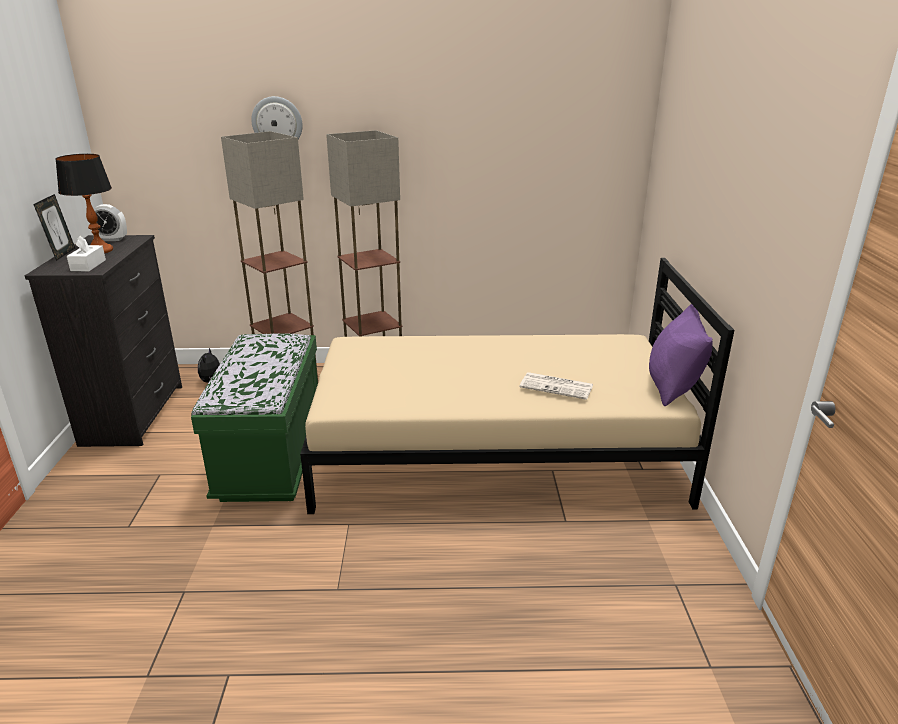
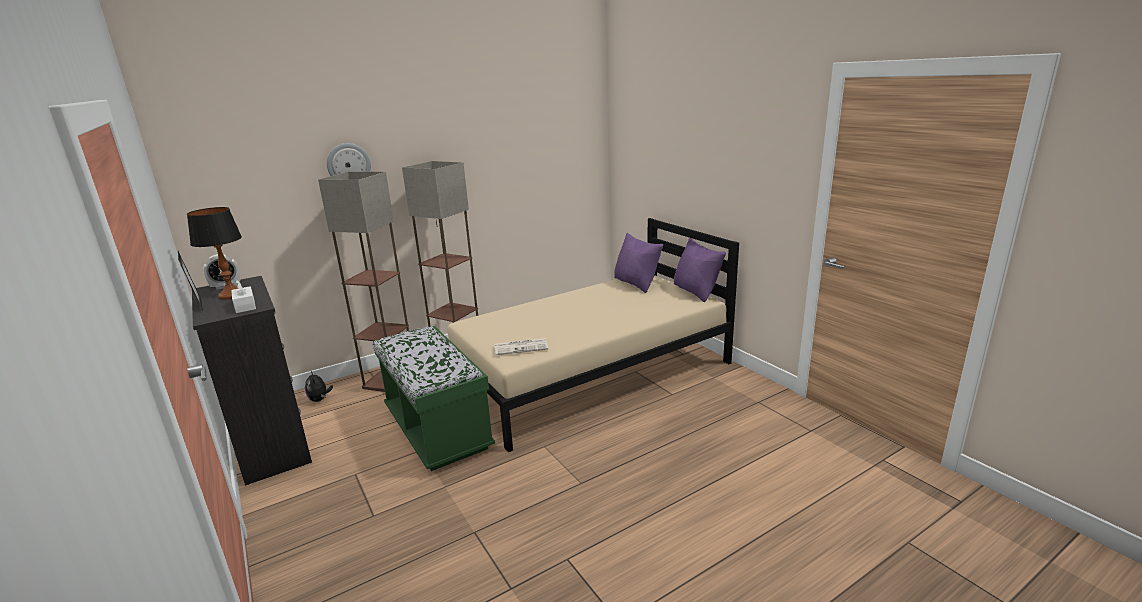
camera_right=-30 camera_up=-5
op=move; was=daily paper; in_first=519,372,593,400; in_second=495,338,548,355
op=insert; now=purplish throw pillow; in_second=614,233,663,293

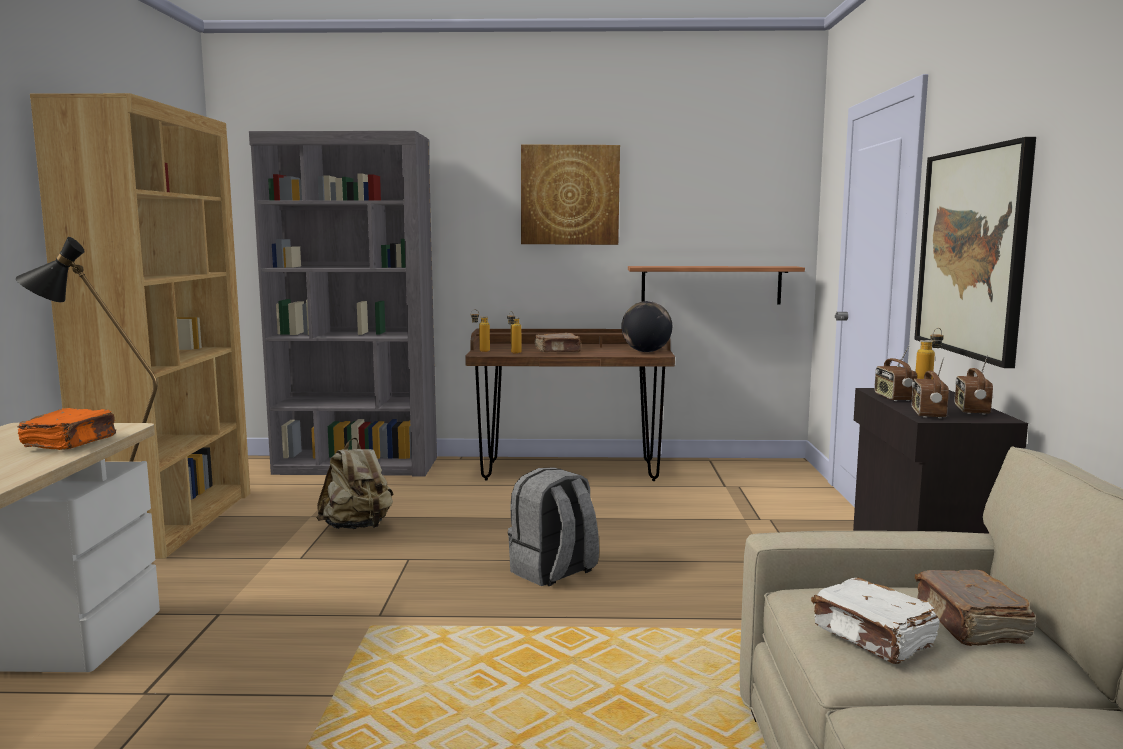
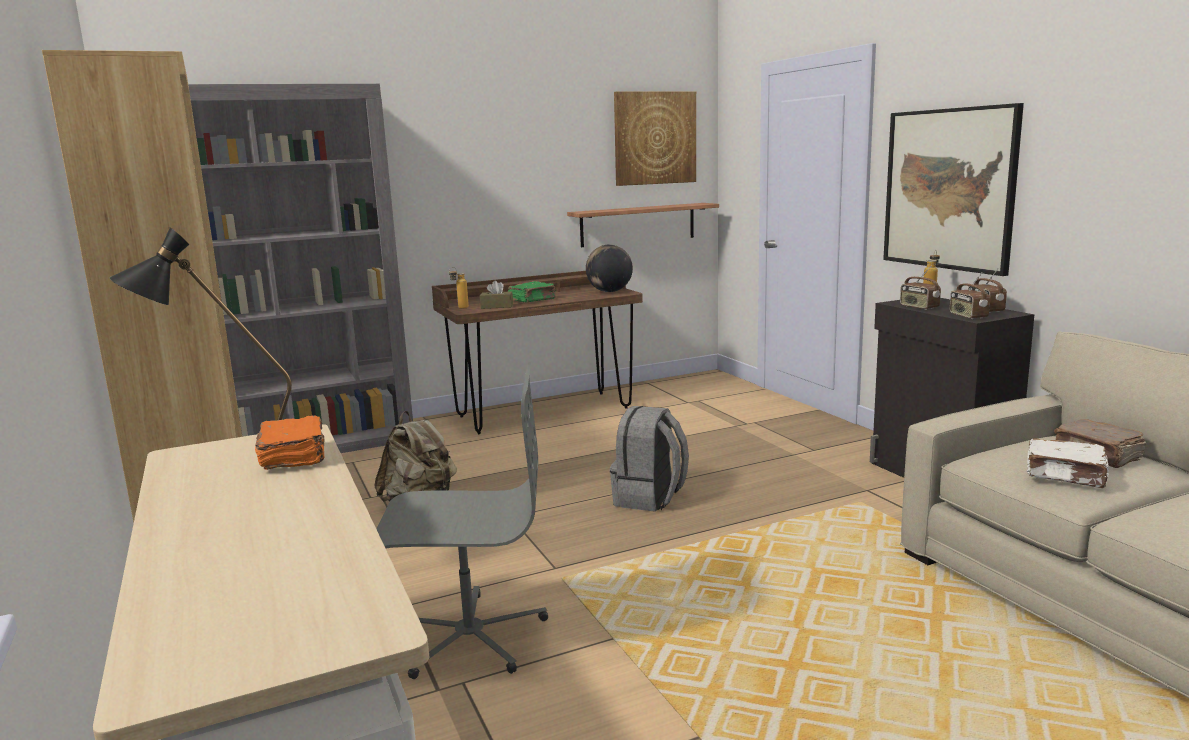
camera_right=-25 camera_up=5
op=insert; now=gray desk chair; in_second=377,362,548,679
op=replace; was=drink bottle; now=brown-coloured tissue holder; in_first=507,311,522,353; in_second=480,281,513,309
op=recolor; was=brown-coloured book; now=greenish book; in_first=535,333,582,352; in_second=508,281,556,302
op=move; was=wall picture; in_first=521,144,620,245; in_second=614,91,696,186

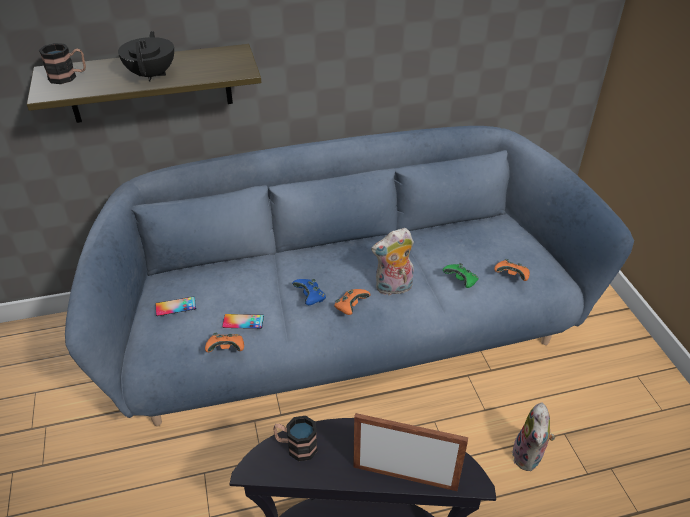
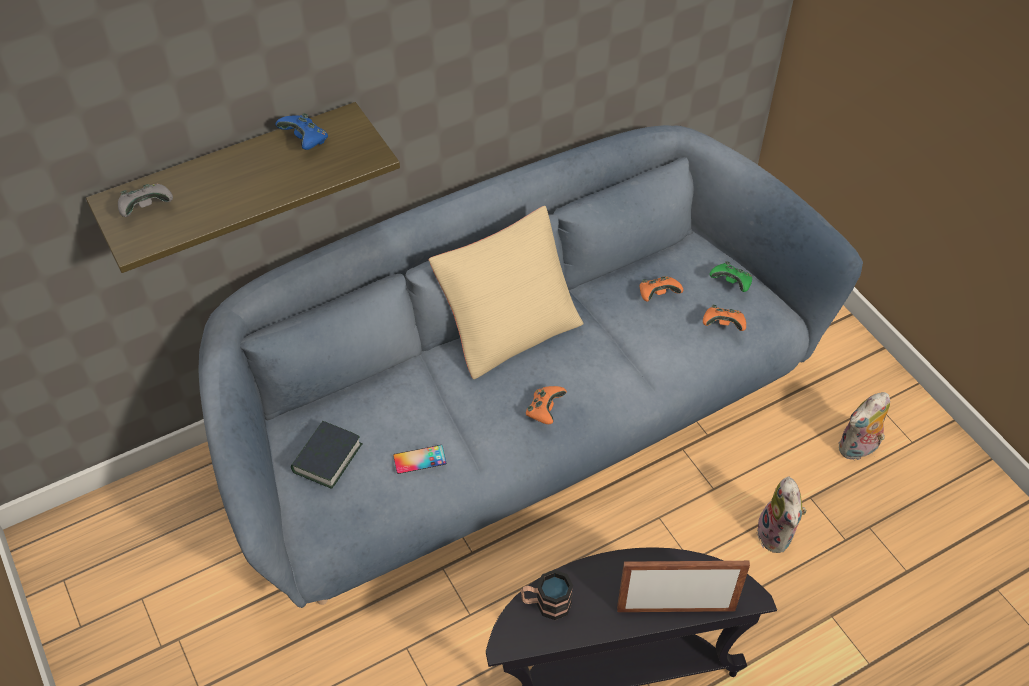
camera_right=-15 camera_up=10
op=replace; was=coffee mug; now=gray gamepad; in_first=39,43,86,84; in_second=118,183,173,217
op=move; was=blue-coloured gamepad; in_first=292,279,326,305; in_second=276,113,328,150
op=replace; was=telephone; now=book; in_first=156,296,196,316; in_second=291,421,363,489
op=insert; now=sand-coloured throw pillow; in_second=429,206,583,379
op=move; was=orange-coloured gamepad; in_first=205,333,244,352; in_second=640,276,683,302
op=move; was=greenish gamepad; in_first=443,263,478,288; in_second=709,261,752,292
op=move; was=cuddly toy; in_first=371,228,414,296; in_second=838,392,890,460
op=delete; was=black pot for tea; in_first=118,31,174,81

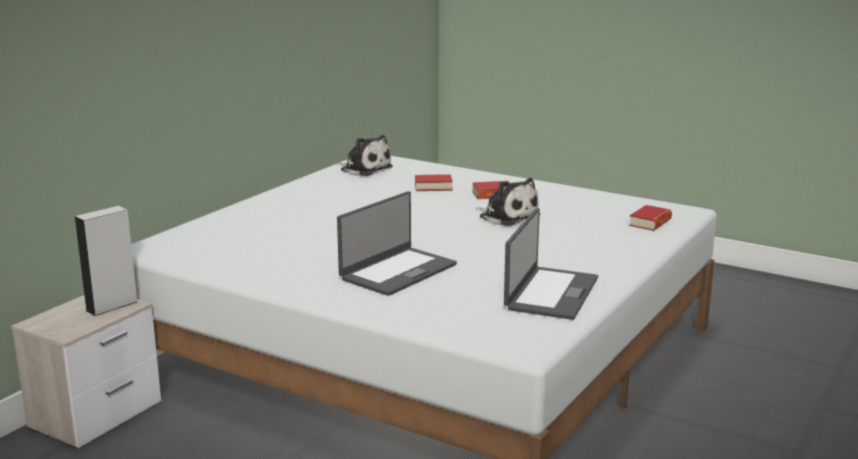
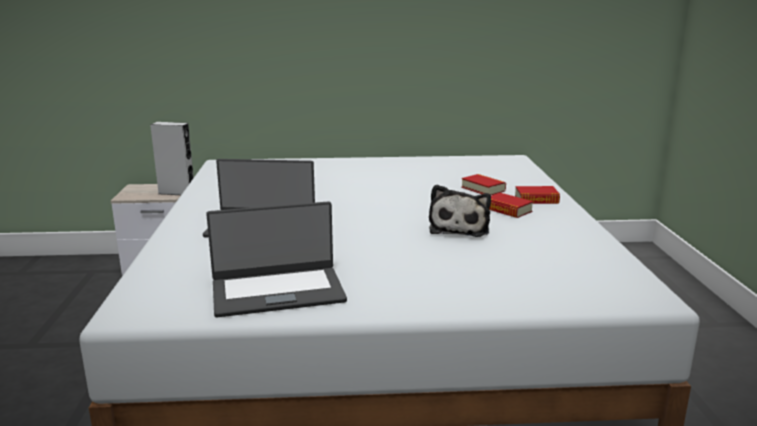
camera_right=55 camera_up=0
op=move; was=book; in_first=629,205,672,231; in_second=515,186,560,204
op=delete; was=cuddly toy; in_first=336,135,393,176

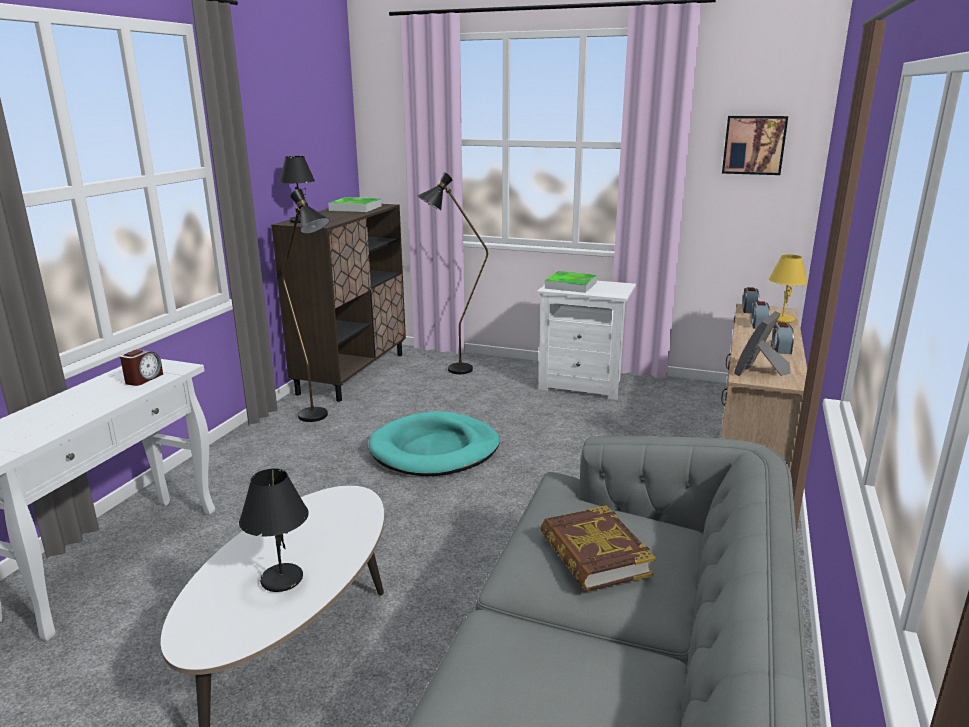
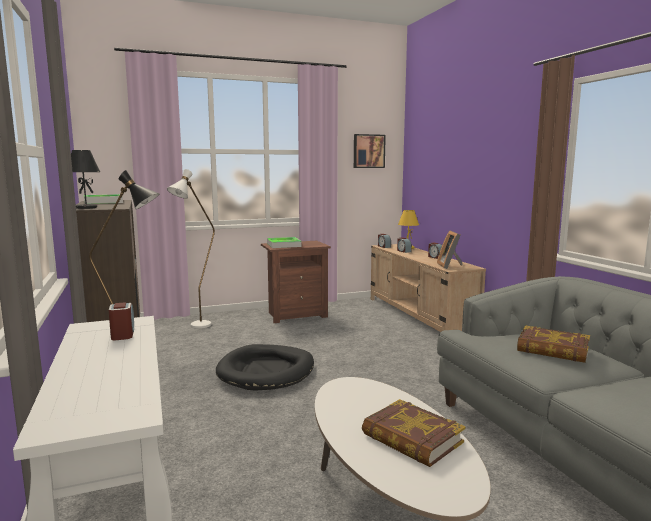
camera_right=-40 camera_up=-10
op=recolor; was=black floor lamp; now=whitish floor lamp; in_first=417,172,488,374; in_second=167,169,215,329
op=recolor; was=blue-green dog bed; now=black dog bed; in_first=369,411,500,476; in_second=216,344,314,391
op=recolor; was=whitish nightstand; now=brown-coloured nightstand; in_first=537,281,636,400; in_second=261,241,331,323
op=replace; was=black lamp for a table; now=book; in_first=239,469,309,592; in_second=362,399,466,467

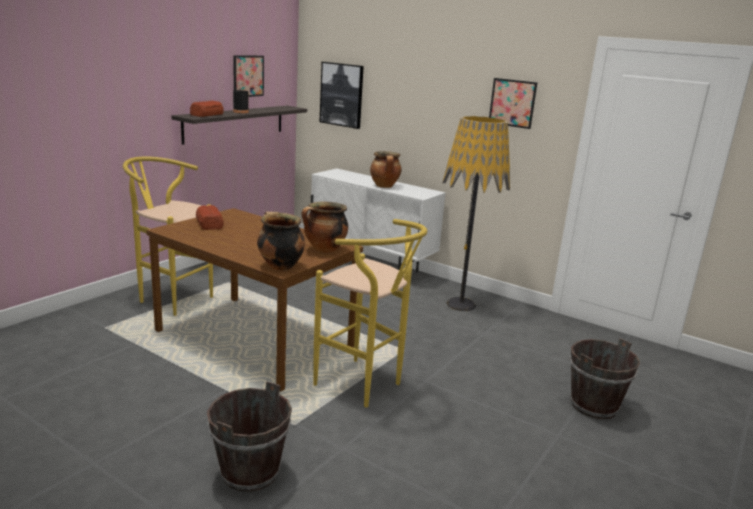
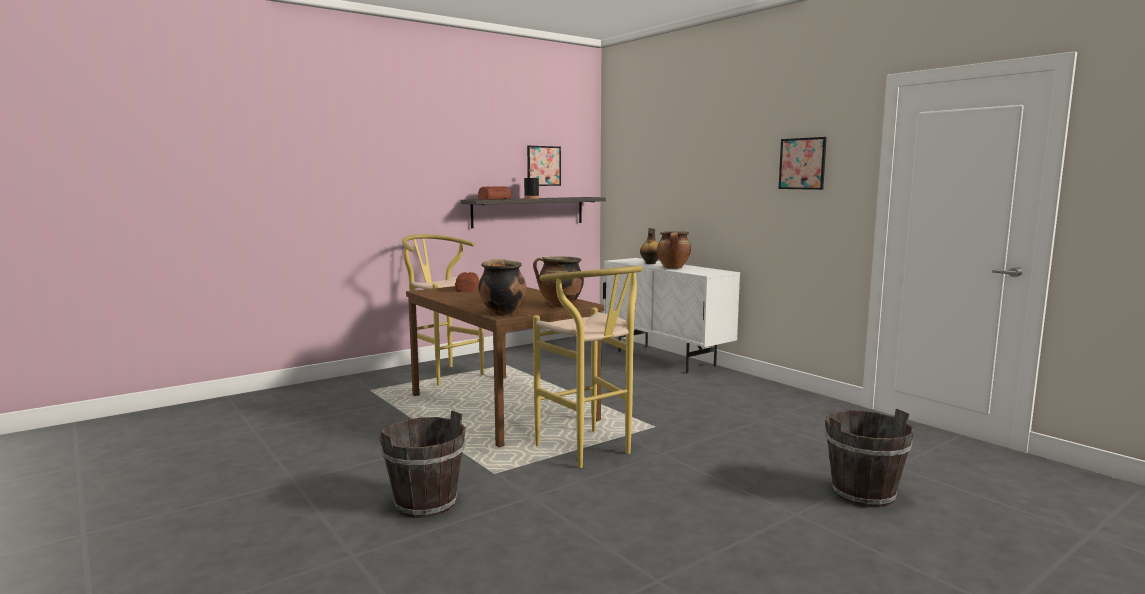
camera_right=20 camera_up=-10
op=insert; now=drink bottle; in_second=640,228,659,264
op=delete; was=wall picture; in_first=320,62,364,129
op=delete; was=floor lamp; in_first=442,116,510,311

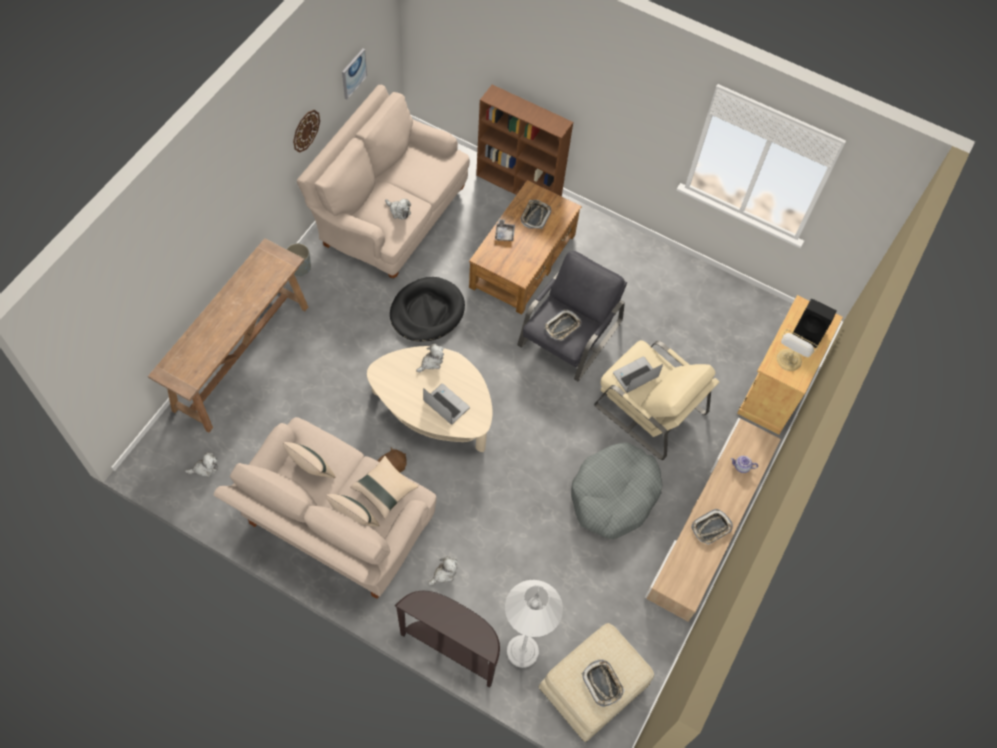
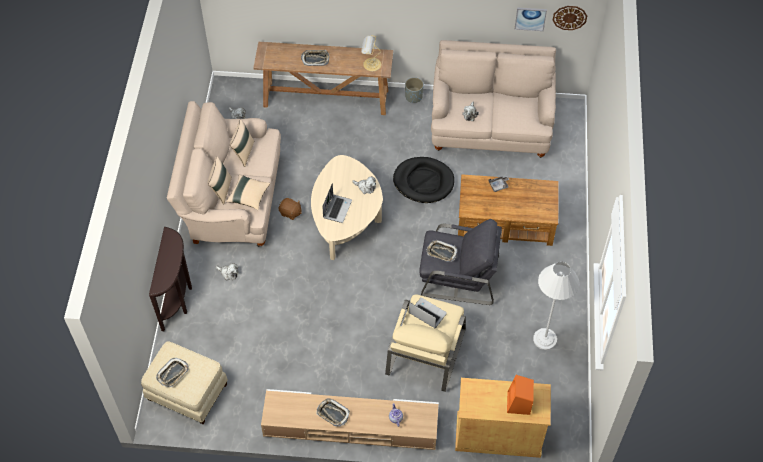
camera_right=70 camera_up=-5
op=move; was=serving tray; in_first=521,200,551,229; in_second=301,50,329,66
op=move; was=lamp for a table; in_first=777,329,818,371; in_second=361,35,381,71
op=recolor; was=black audio speaker; now=orange-coloured audio speaker; in_first=793,299,836,348; in_second=507,375,534,415
op=move; was=whitish floor lamp; in_first=505,580,563,668; in_second=533,261,580,350
op=move; was=hanging clock; in_first=293,110,320,152; in_second=553,6,587,30
op=delete; was=brown-coloured bookshelf; in_first=476,85,573,196
op=delete; was=gray dog bed; in_first=571,443,663,539

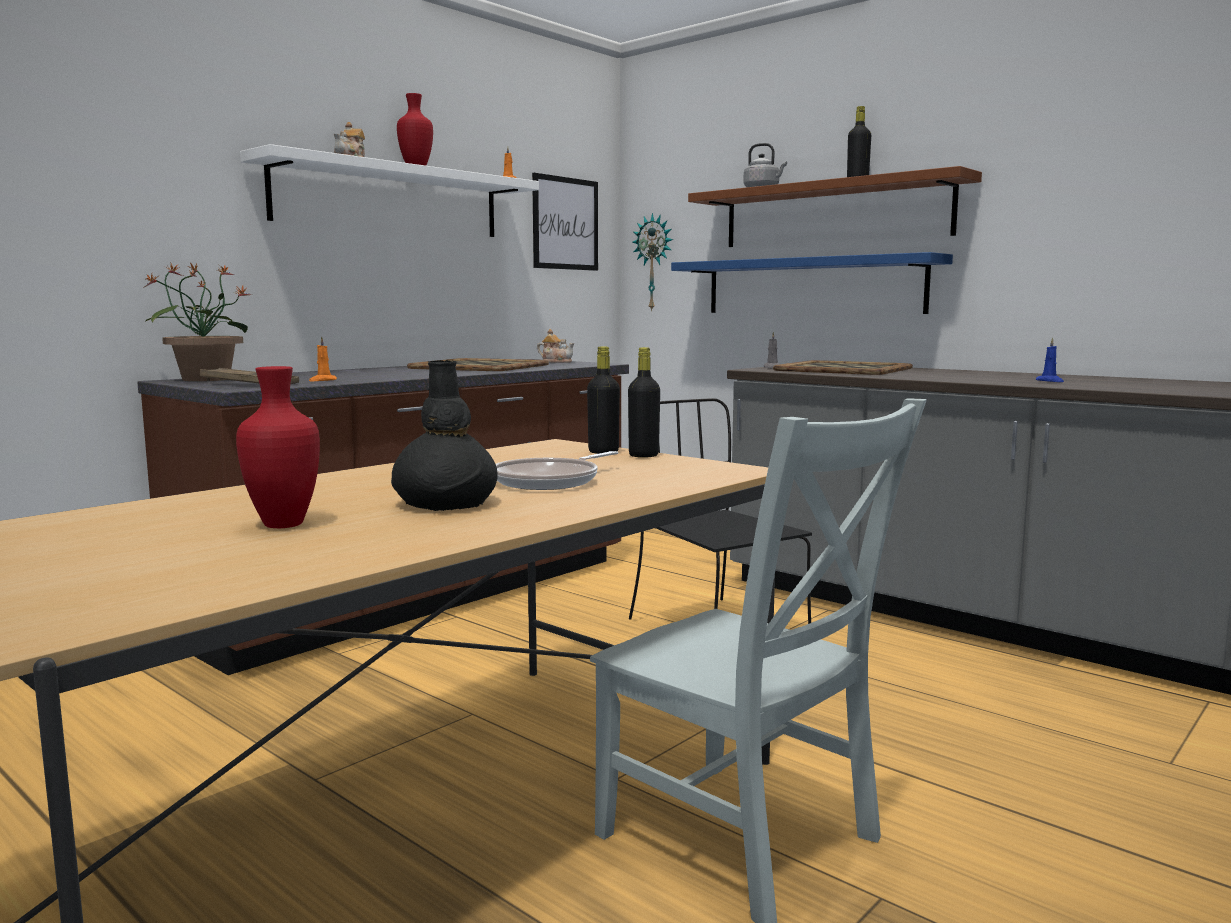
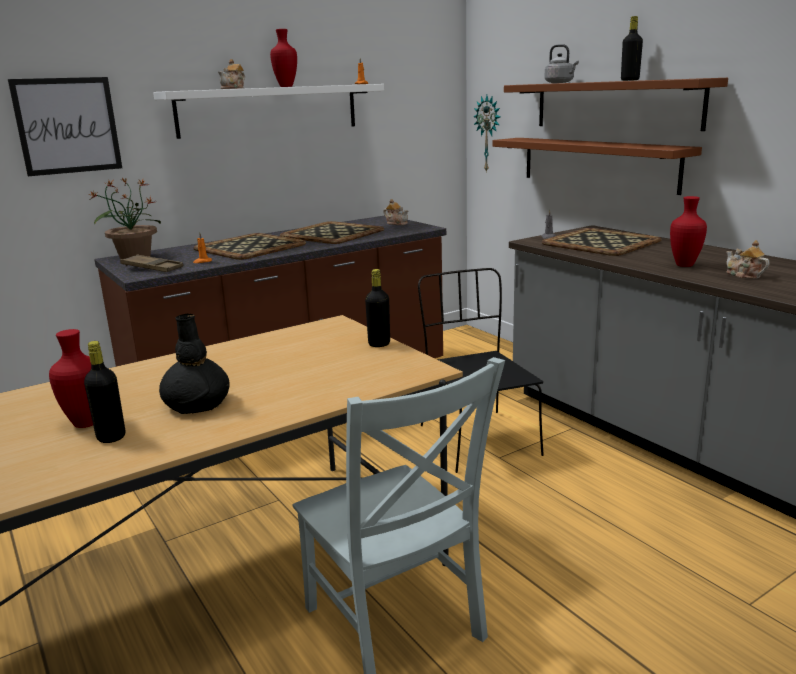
camera_right=15 camera_up=10
op=move; was=wall picture; in_first=532,173,598,271; in_second=8,77,122,176
op=move; was=black drink bottle; in_first=587,346,620,454; in_second=84,341,125,443
op=insert; now=serving tray; in_second=193,233,306,260
op=recolor; was=blue-coloured wall shelf; now=brown-coloured wall shelf; in_first=671,252,953,314; in_second=492,138,702,195
op=insert; now=reddish vase; in_second=670,196,707,267
op=replace; was=blue-coloured wax light; now=pot for tea; in_first=1036,337,1064,382; in_second=726,240,770,279
op=delete; was=frying pan; in_first=496,451,618,490

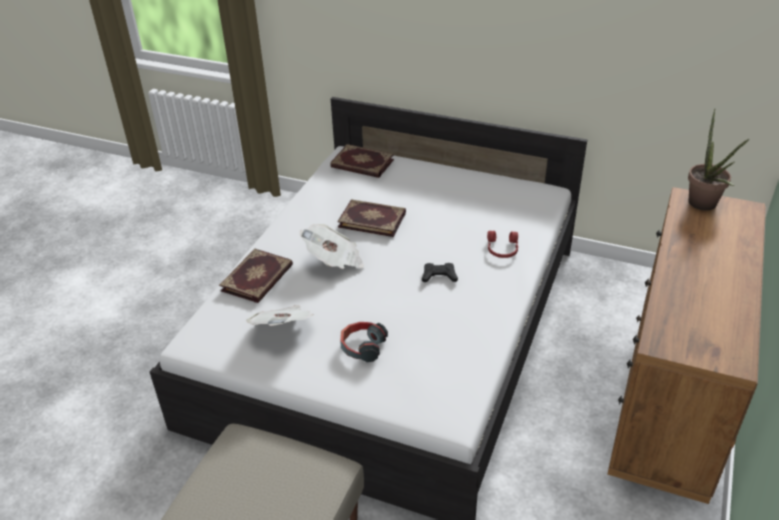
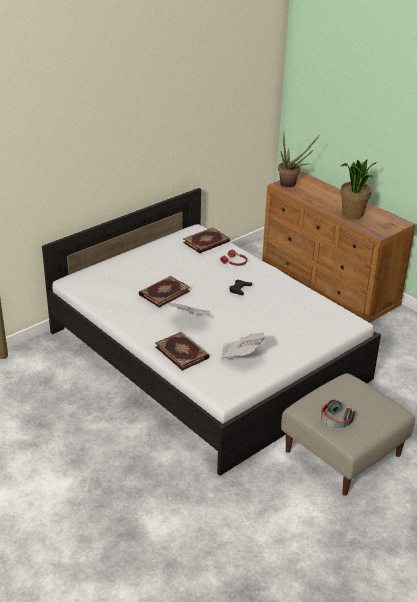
camera_right=-65 camera_up=-5
op=move; was=book; in_first=330,144,394,178; in_second=183,227,230,253
op=move; was=headphones; in_first=340,322,388,362; in_second=321,399,355,428
op=insert; now=houseplant; in_second=340,159,378,219

